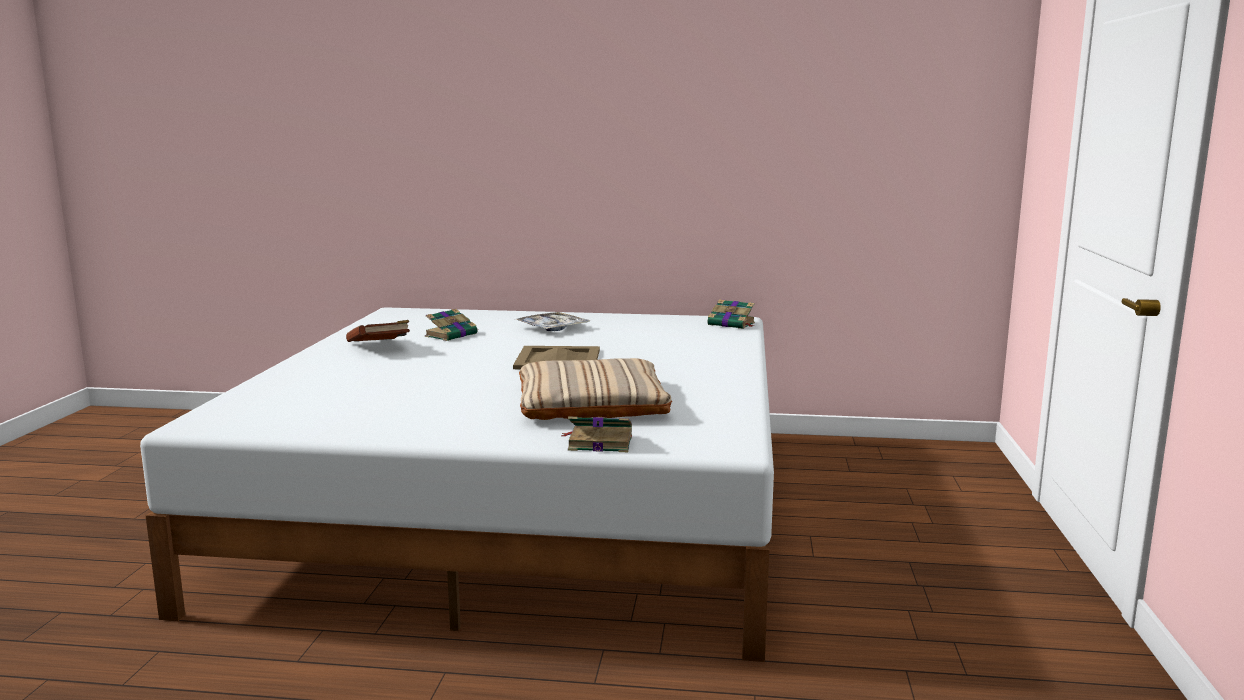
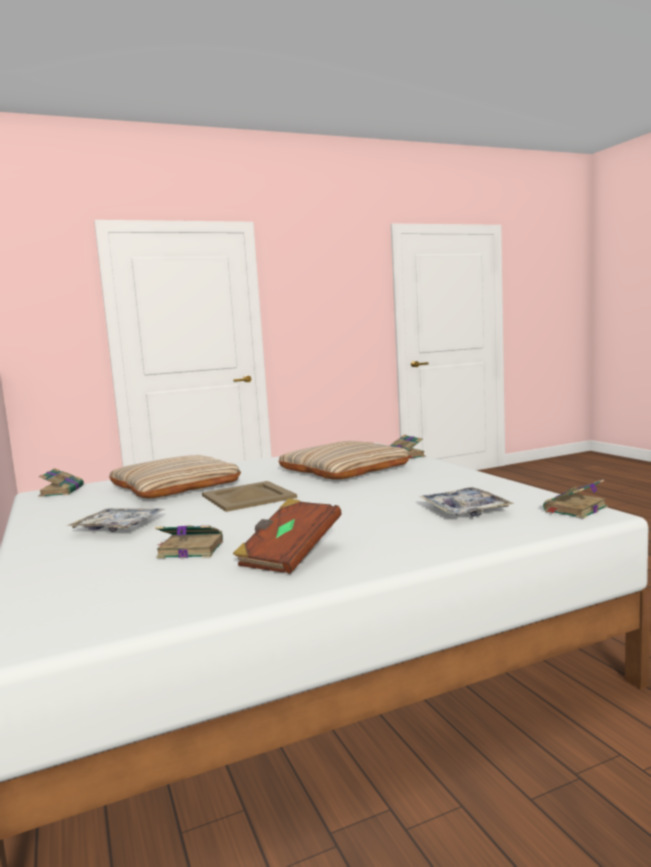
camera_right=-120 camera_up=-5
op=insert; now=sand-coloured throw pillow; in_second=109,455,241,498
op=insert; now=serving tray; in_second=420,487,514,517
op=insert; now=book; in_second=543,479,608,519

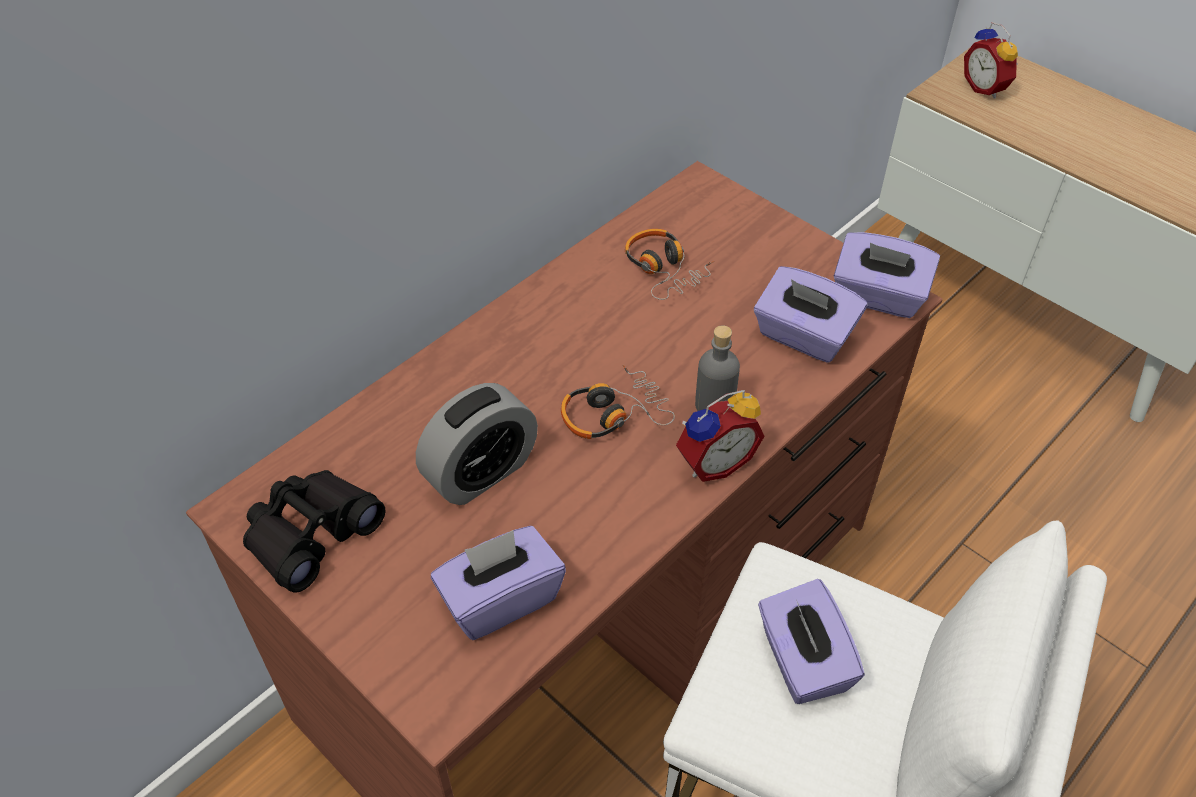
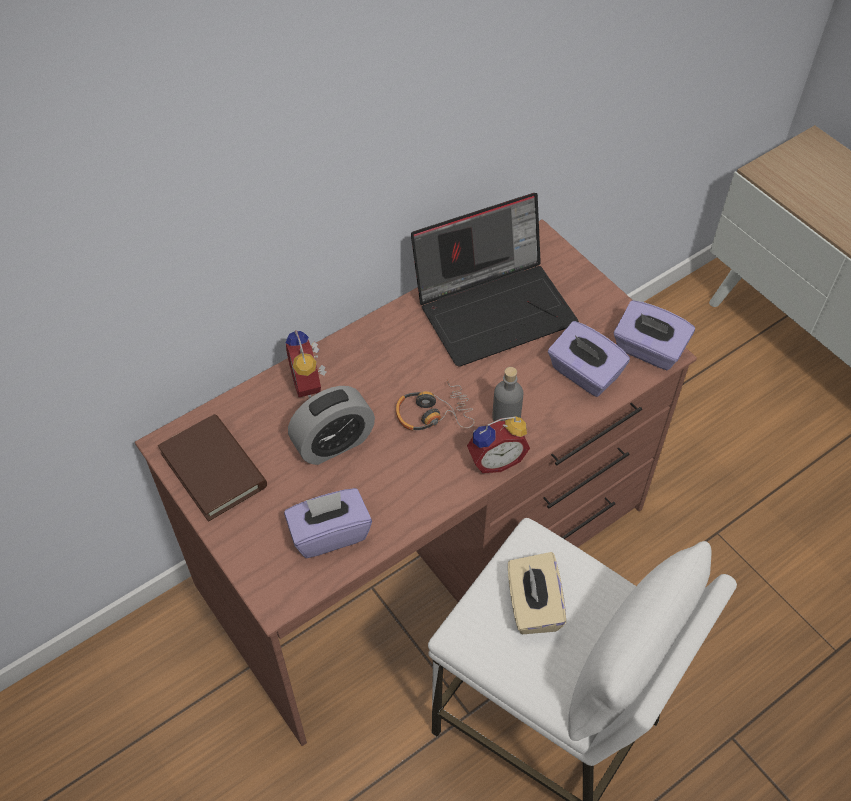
camera_right=10 camera_up=5
op=replace; was=black pair of binoculars; now=brown-coloured book; in_first=243,470,386,593; in_second=158,414,267,522
op=move; was=bedside clock; in_first=964,22,1018,99; in_second=286,330,326,398
op=replace; was=headphones; now=notebook computer; in_first=625,229,714,300; in_second=411,193,579,367
op=recolor; was=purplish tissue holder; now=sand-coloured tissue holder; in_first=758,579,865,704; in_second=508,552,566,634

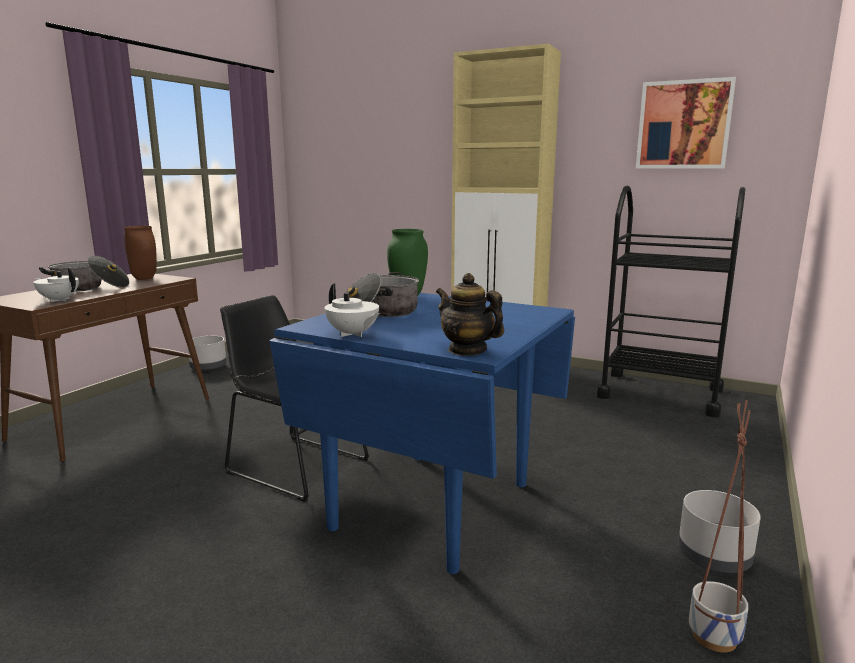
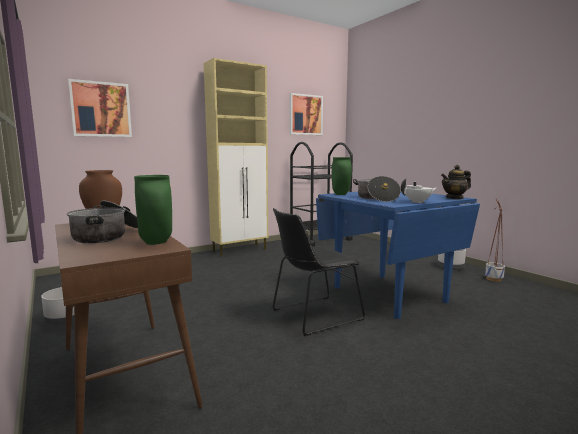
camera_right=-60 camera_up=-5
op=insert; now=wall picture; in_second=68,79,132,137
op=replace; was=whitish pot for tea; now=greenish vase; in_first=33,268,79,302; in_second=134,175,172,245

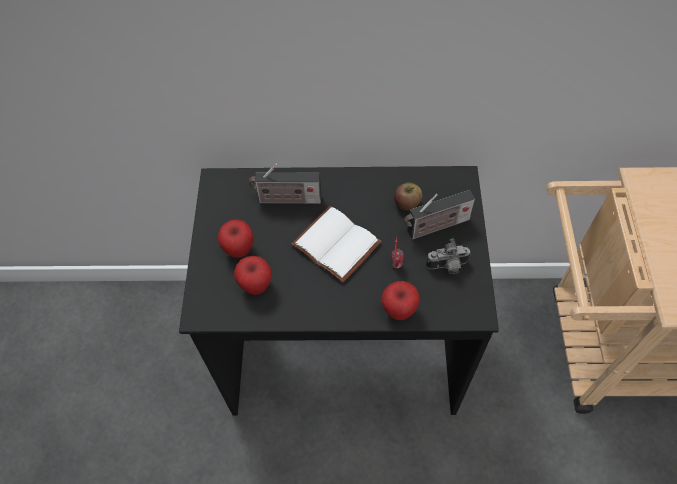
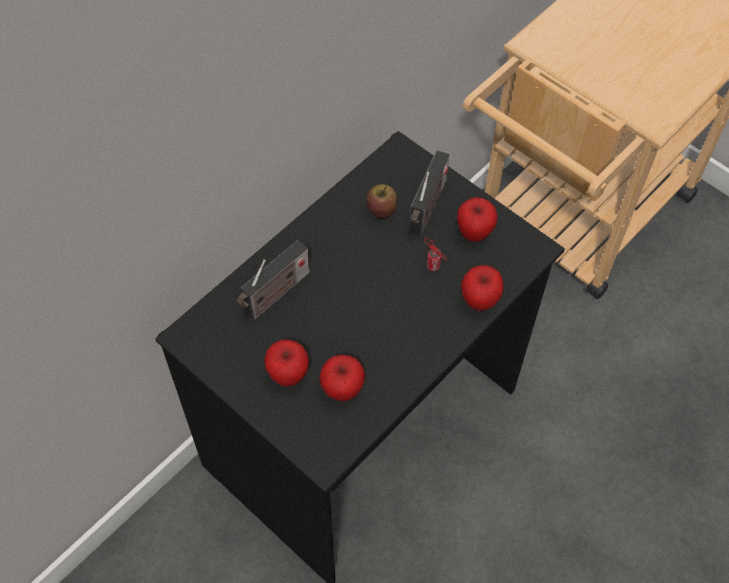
camera_right=-50 camera_up=0
op=replace; was=still camera; now=apple; in_first=426,238,471,274; in_second=457,197,498,242
op=delete; was=whitish book; in_first=291,206,381,283

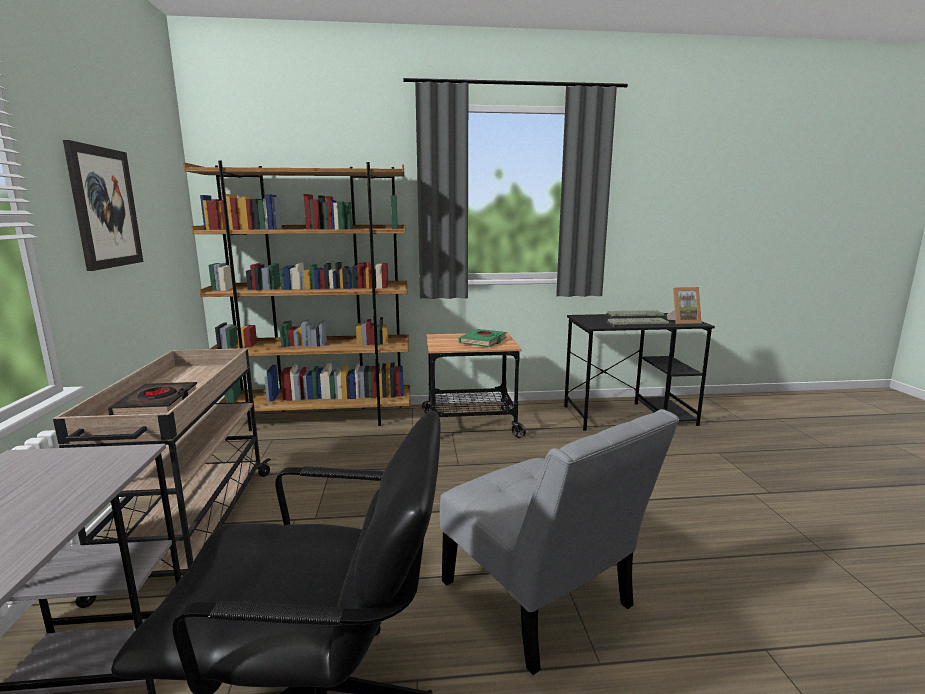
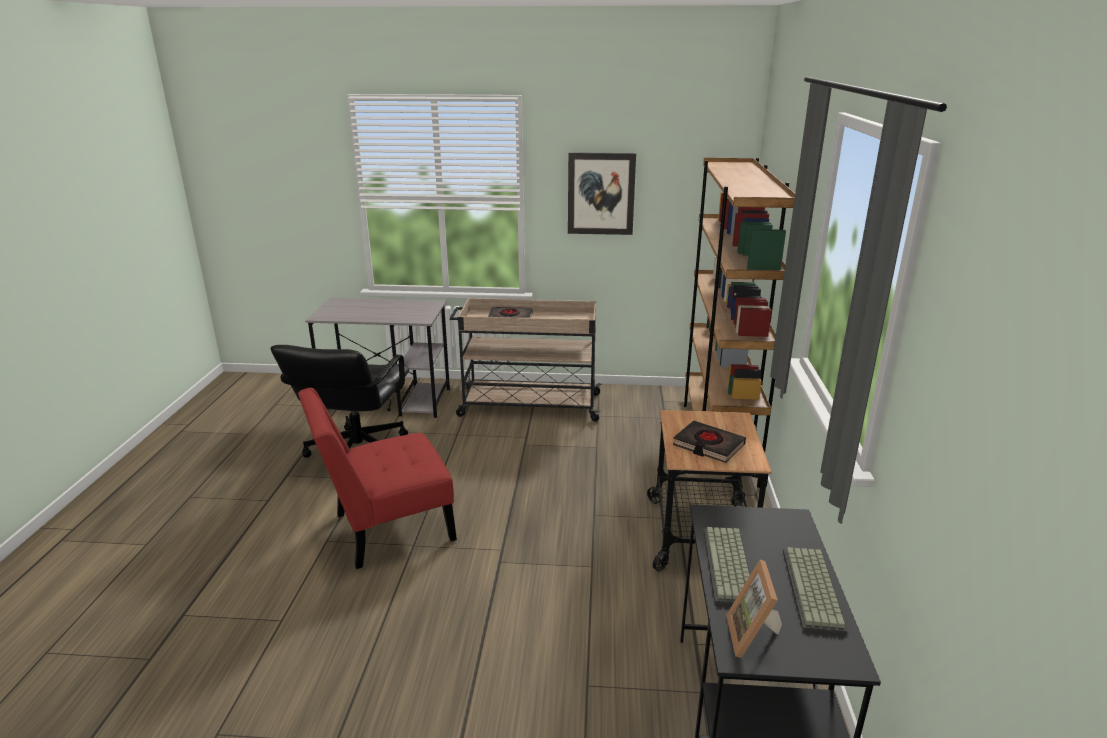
camera_right=100 camera_up=10
op=recolor; was=gray plain chair; now=reddish plain chair; in_first=440,409,679,675; in_second=298,388,457,569
op=recolor; was=greenish book; now=black book; in_first=459,329,507,347; in_second=673,421,746,463

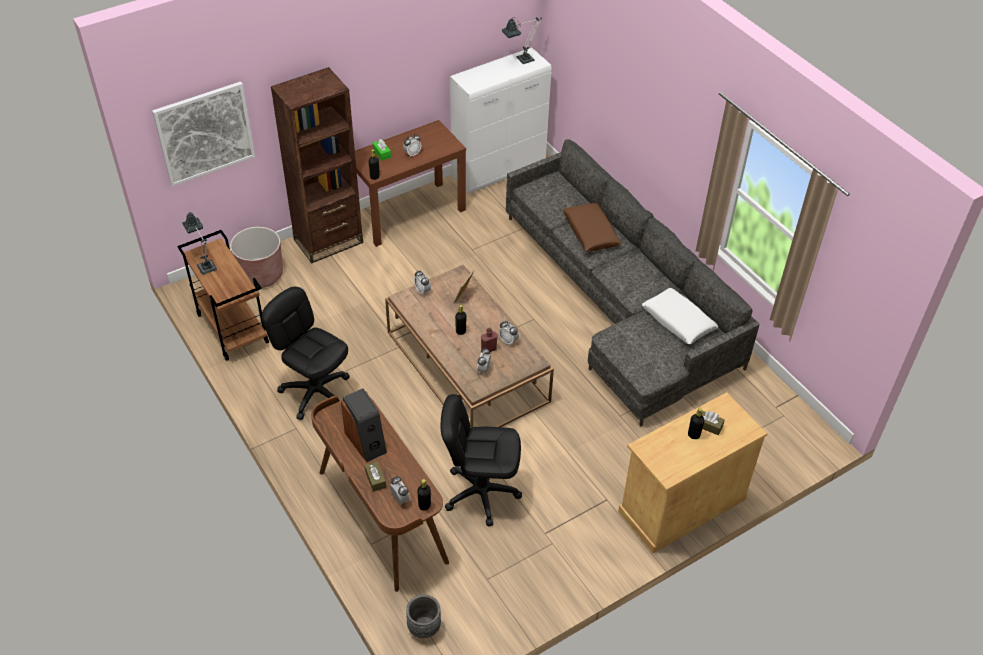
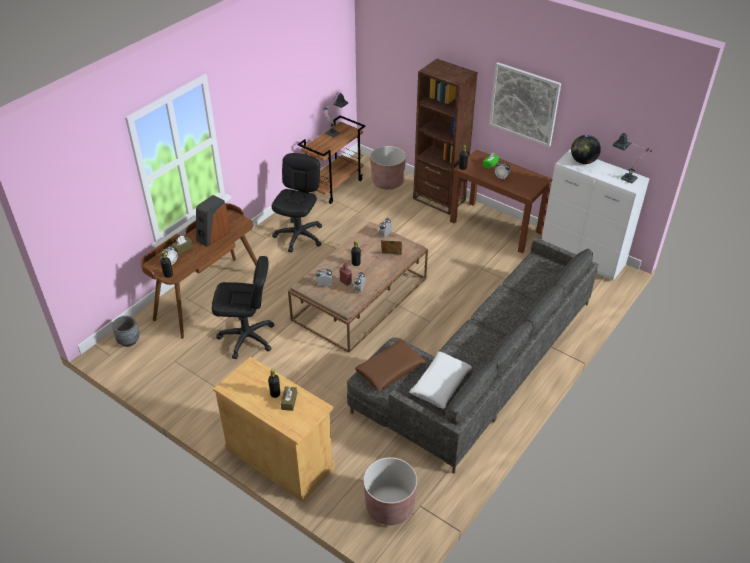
camera_right=70 camera_up=-5
op=rotate; was=black desk chair; in_first=441,394,522,526; in_second=212,256,274,359; clockwise=105
op=move; was=brown-coloured throw pillow; in_first=563,203,622,252; in_second=355,339,426,392
op=insert; now=brown-coloured plant pot; in_second=363,457,417,525
op=move; was=wall picture; in_first=152,82,255,187; in_second=489,62,561,147
op=insert; now=world globe; in_second=571,135,601,164

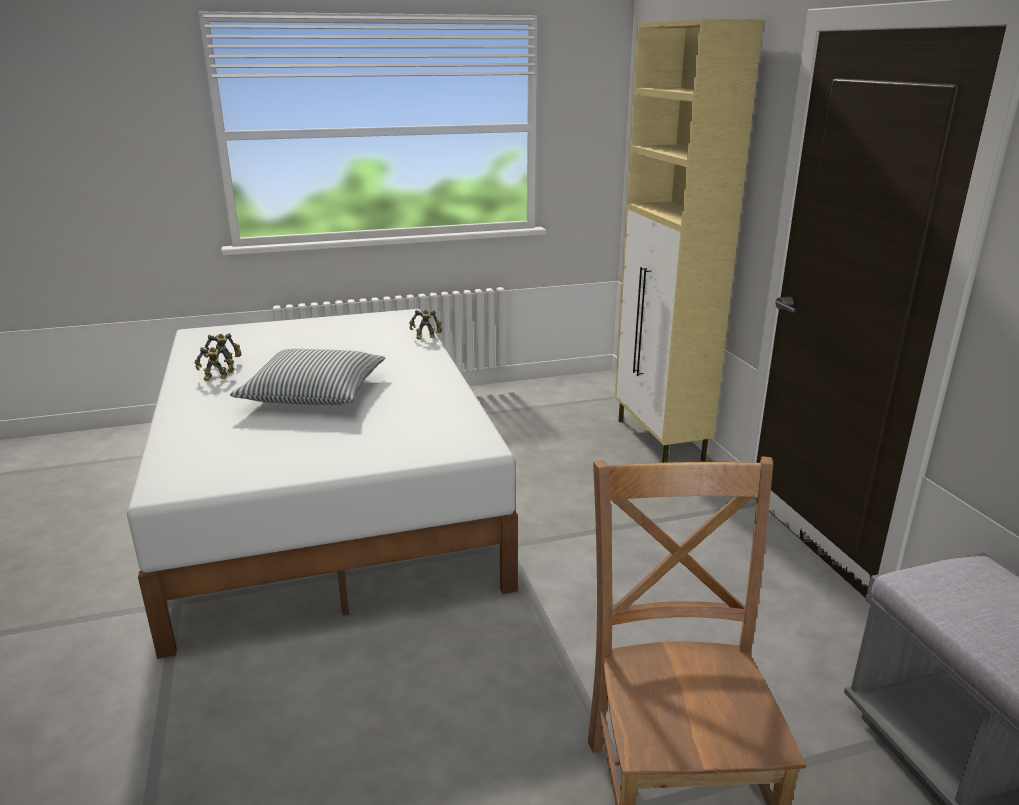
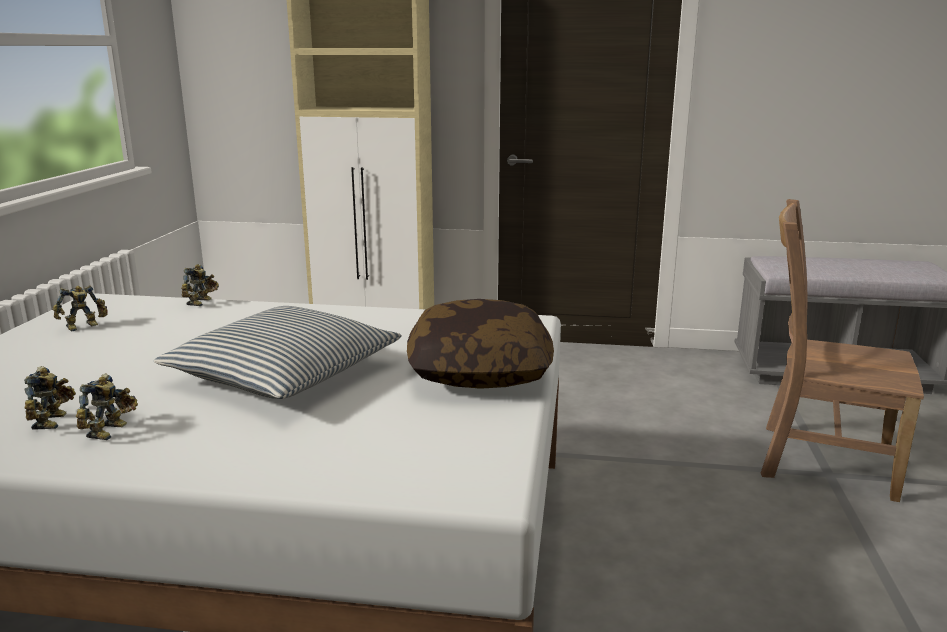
camera_right=-65 camera_up=-5
op=insert; now=toy robot; in_second=53,285,108,332
op=insert; now=throw pillow; in_second=407,299,554,389

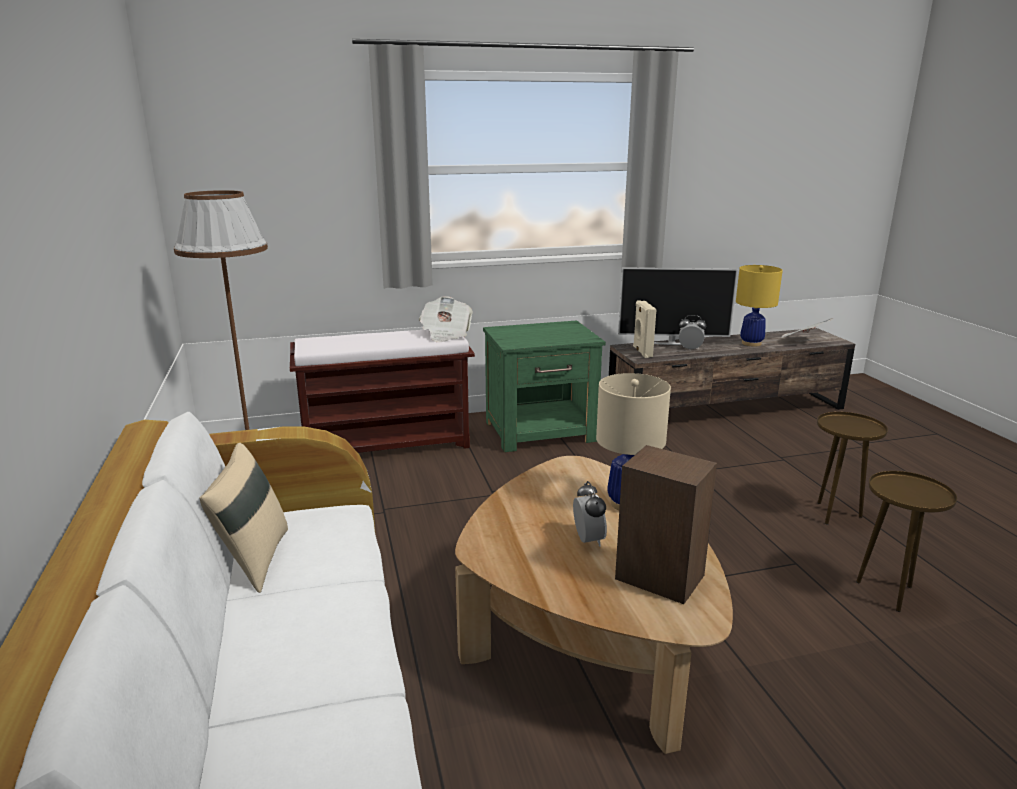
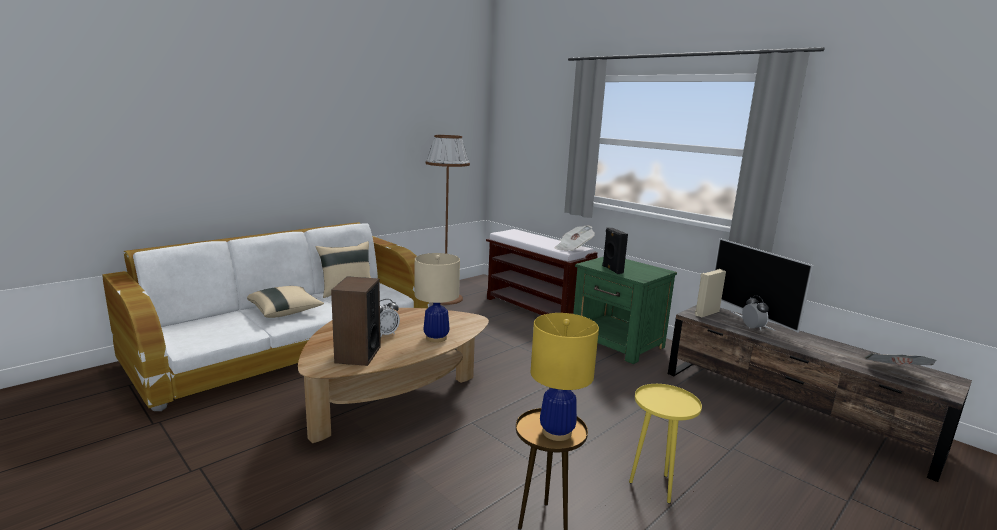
camera_right=60 camera_up=-5
op=insert; now=sand-coloured throw pillow; in_second=247,286,324,318
op=move; was=yellow lamp for a table; in_first=736,265,783,347; in_second=531,313,599,441
op=insert; now=black audio speaker; in_second=602,227,628,274
op=recolor; was=brown-coloured accent table; now=yellow accent table; in_first=817,412,888,525; in_second=629,384,702,504

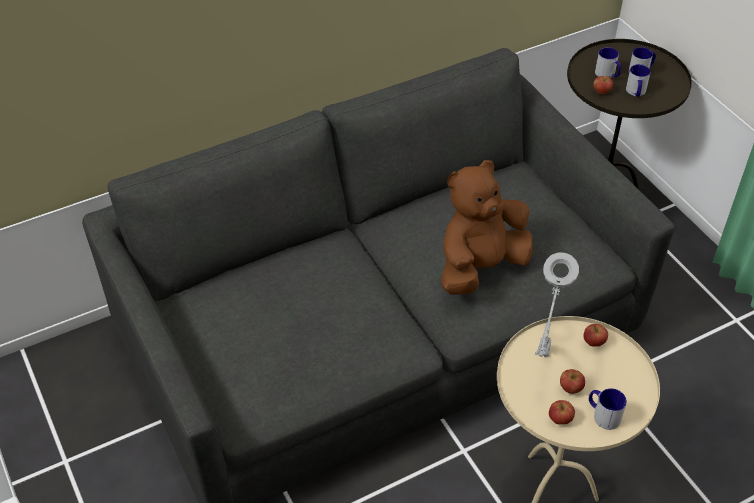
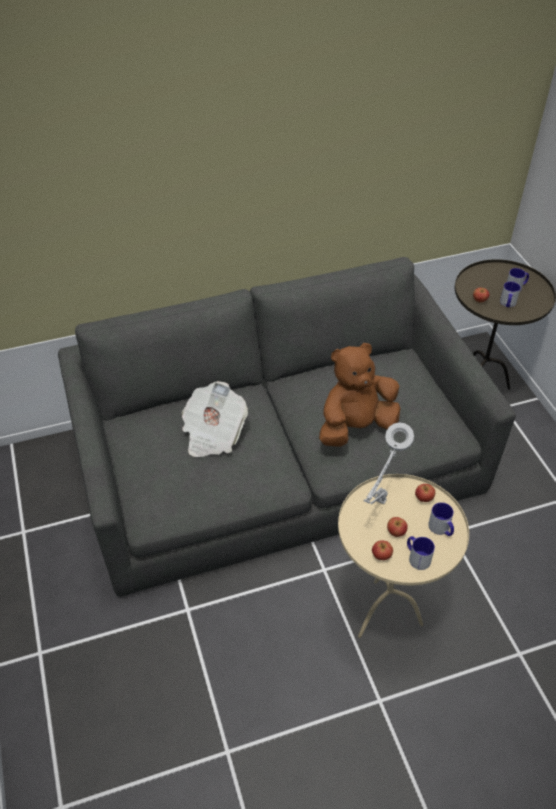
camera_right=10 camera_up=0
op=insert; now=daily paper; in_second=181,381,248,457
op=move; was=coffee mug; in_first=595,47,621,78; in_second=428,502,454,536

